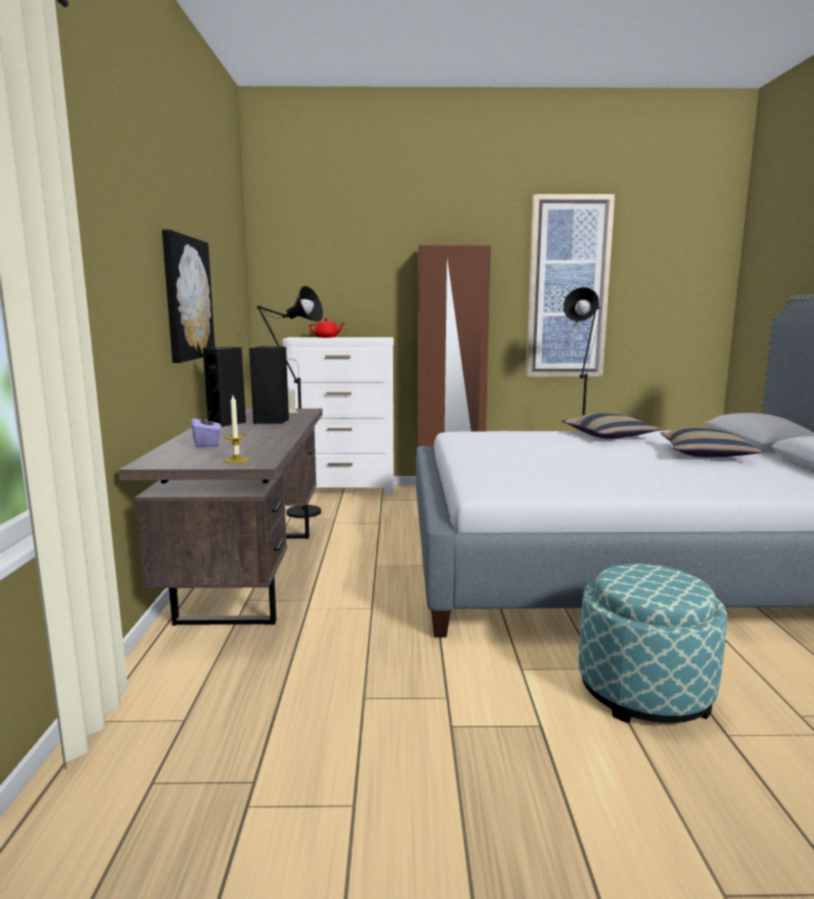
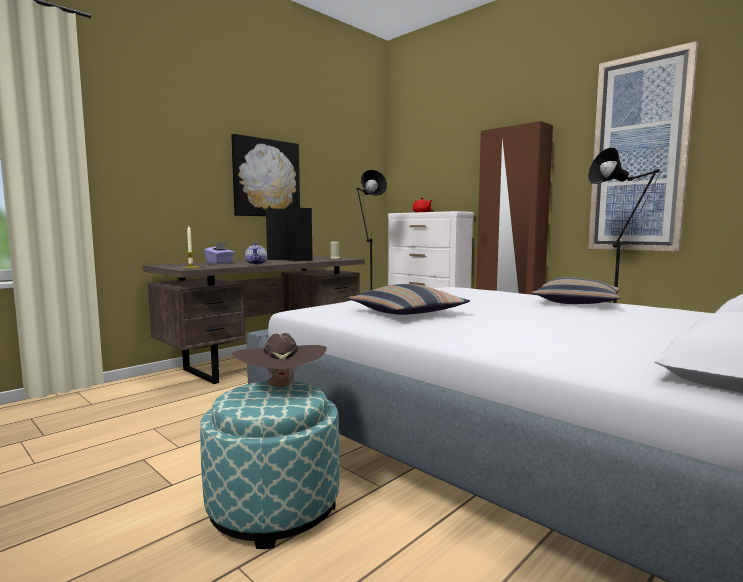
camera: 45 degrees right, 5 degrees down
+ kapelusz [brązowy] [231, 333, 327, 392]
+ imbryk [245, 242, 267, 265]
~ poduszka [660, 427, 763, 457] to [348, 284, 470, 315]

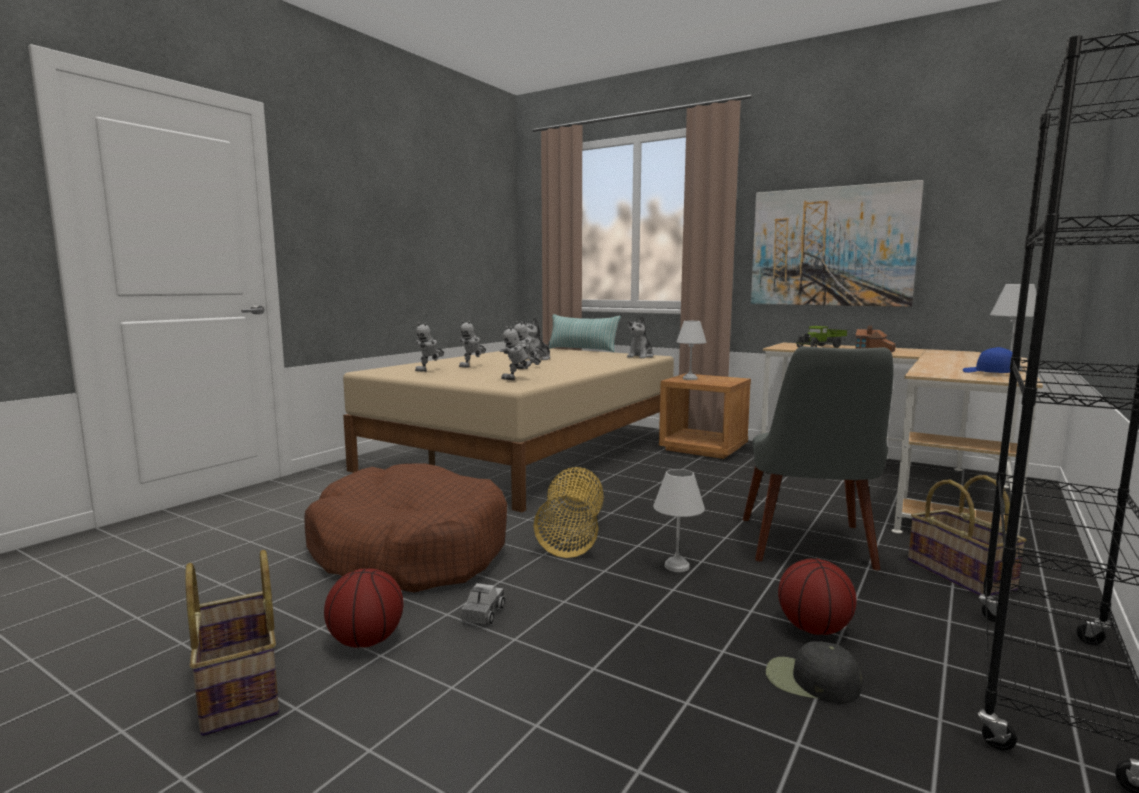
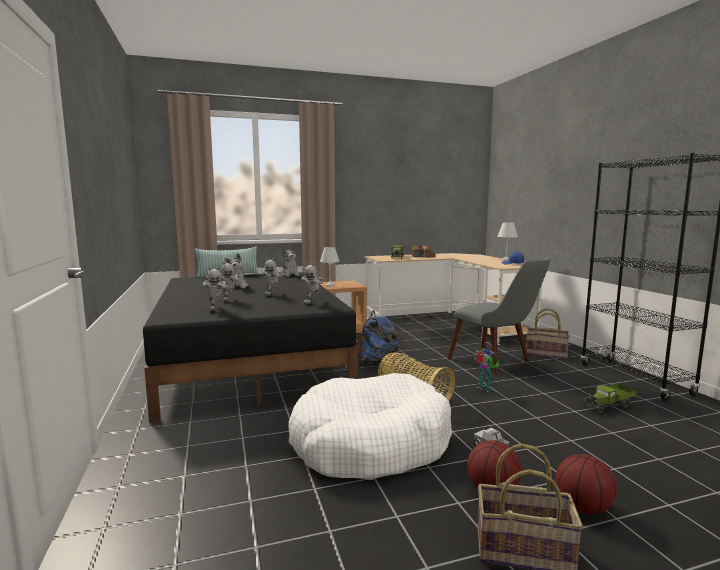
camera: 50 degrees left, 0 degrees up
~ łóżko [beżowy] [343, 349, 674, 512] to łóżko [czarny] [143, 272, 358, 423]
~ legowisko [brązowy] [304, 464, 507, 593] to legowisko [biały] [289, 373, 452, 480]
+ plecak [niebieski] [357, 310, 400, 364]
~ lampa stołowa [biały] [653, 469, 705, 572] to robot zabawkowy [474, 349, 499, 392]
~ piłka do koszykówki [778, 559, 857, 635] to [555, 454, 617, 514]
~ czapka z daszkiem [czarny] [766, 641, 862, 704] to ciężarówka zabawkowa [584, 384, 637, 414]
- obraz [751, 180, 924, 307]

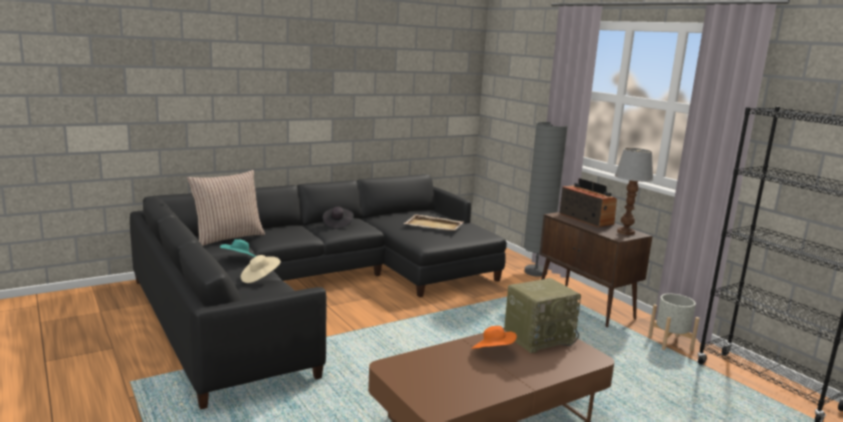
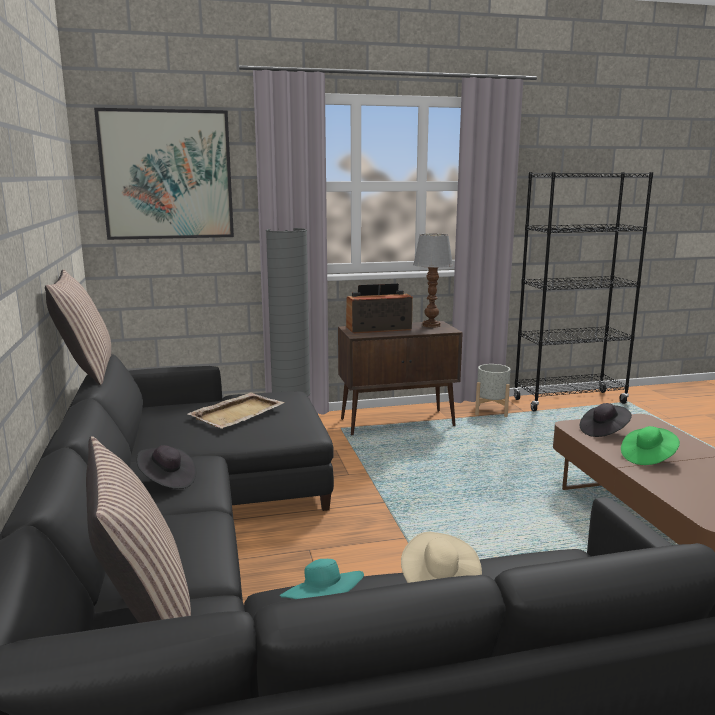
camera: 70 degrees left, 0 degrees up
+ poduszka [45, 269, 111, 385]
+ obraz [94, 108, 234, 240]
~ radio [504, 278, 581, 353] to kapelusz [czarny] [580, 403, 632, 437]
~ kapelusz [pomarańczowy] [471, 326, 517, 349] to kapelusz [zielony] [621, 426, 680, 465]

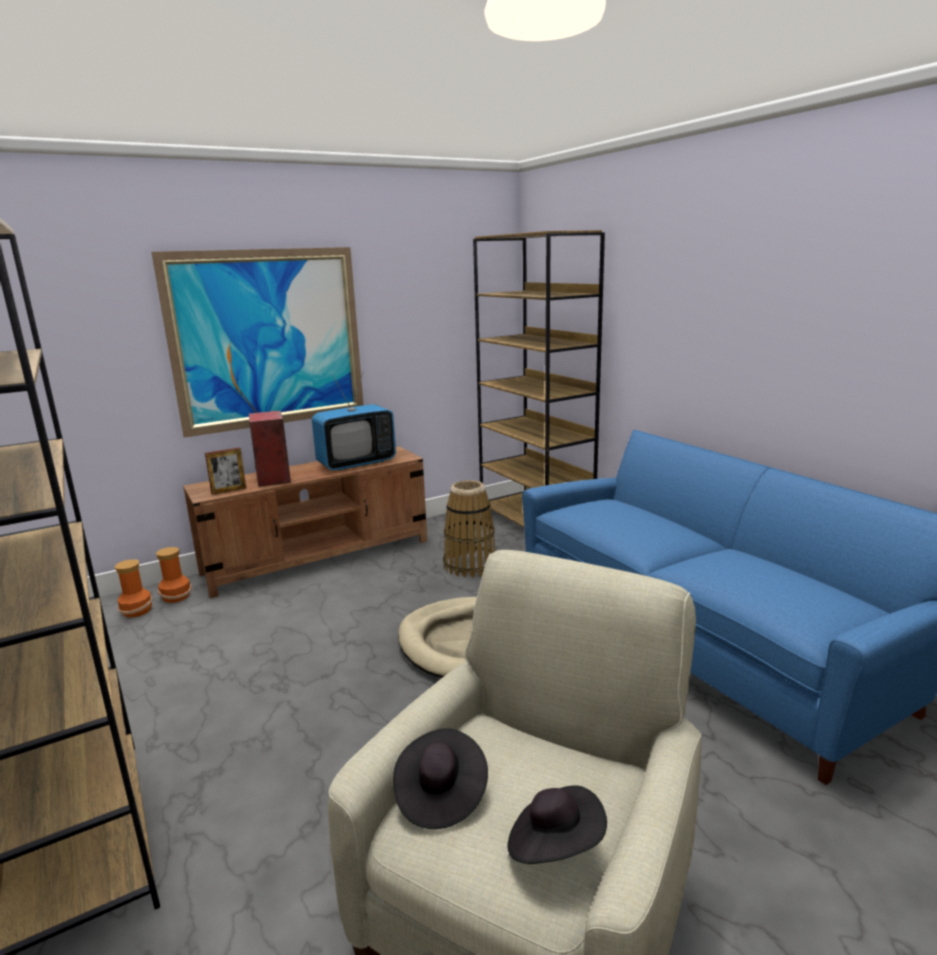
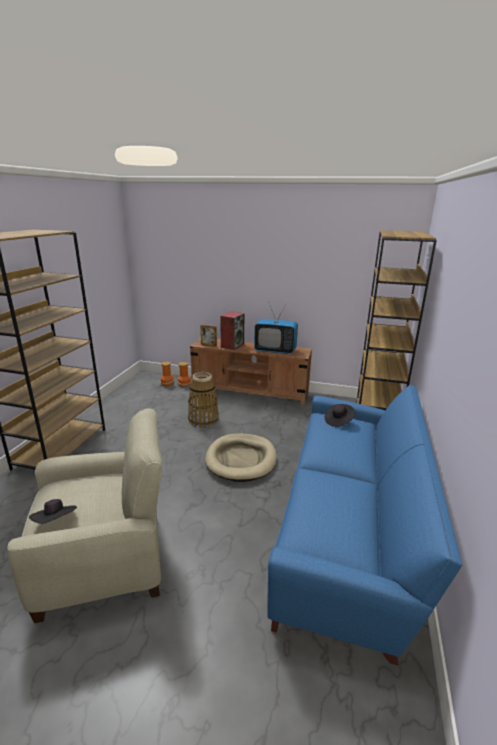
camera: 45 degrees right, 5 degrees up
~ koszyk [443, 480, 496, 577] to [188, 372, 219, 428]
~ kapelusz [czarny] [393, 728, 488, 829] to [325, 404, 355, 427]
- obraz [151, 247, 364, 438]

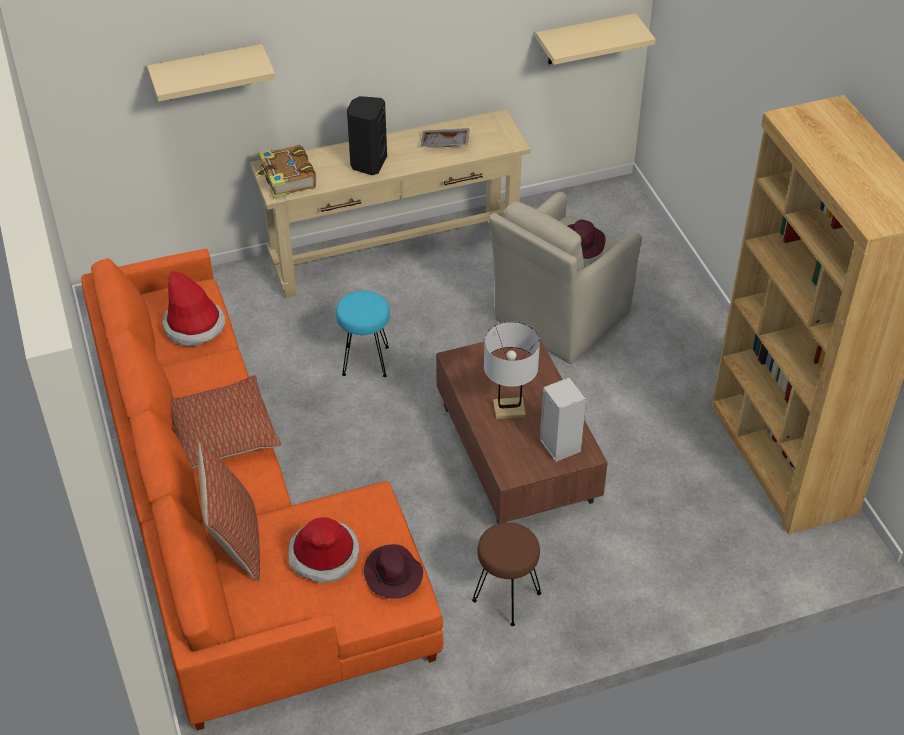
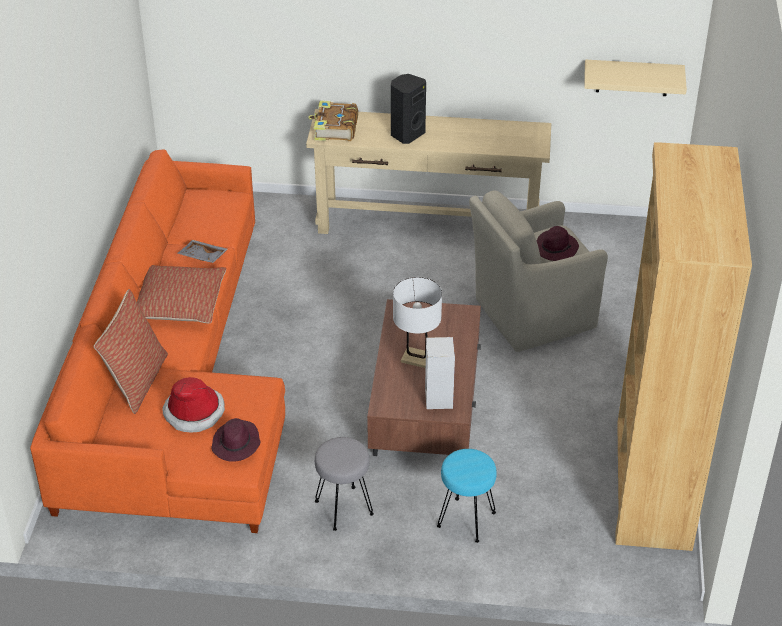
camera: 25 degrees right, 5 degrees down
~ taca [szary] [420, 128, 470, 147] to [178, 240, 228, 263]
~ stołek [brązowy] [472, 522, 541, 626] to stołek [szary] [315, 437, 374, 531]
~ stołek [turkusowy] [336, 291, 390, 377] to [437, 449, 497, 543]
- półka [beżowy] [147, 44, 276, 102]
- kapelusz [162, 271, 225, 346]

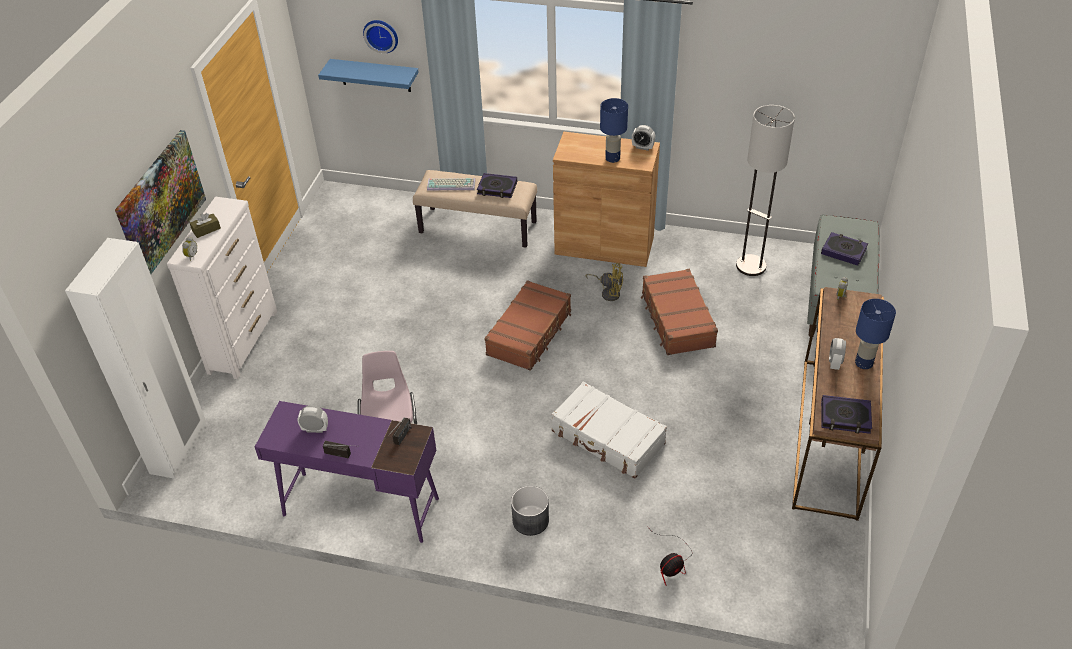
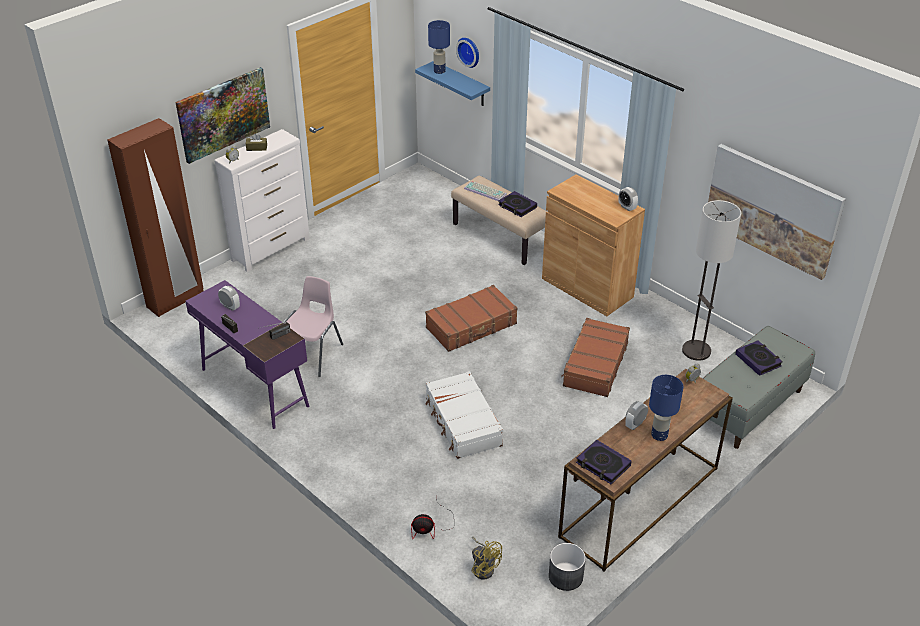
camera: 30 degrees right, 5 degrees down
~ szafa [biały] [65, 238, 206, 479] to szafa [brązowy] [107, 118, 204, 317]
~ lampa stołowa [niebieski] [600, 98, 628, 163] to [428, 20, 450, 74]
~ wentylator [żółty] [586, 263, 623, 301] to [472, 536, 502, 580]
~ donica [szary] [511, 486, 549, 536] to [549, 543, 586, 591]
+ obraz [708, 144, 846, 280]

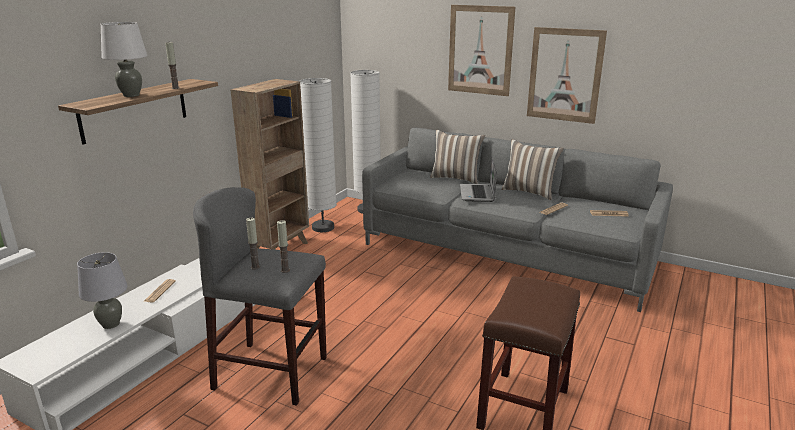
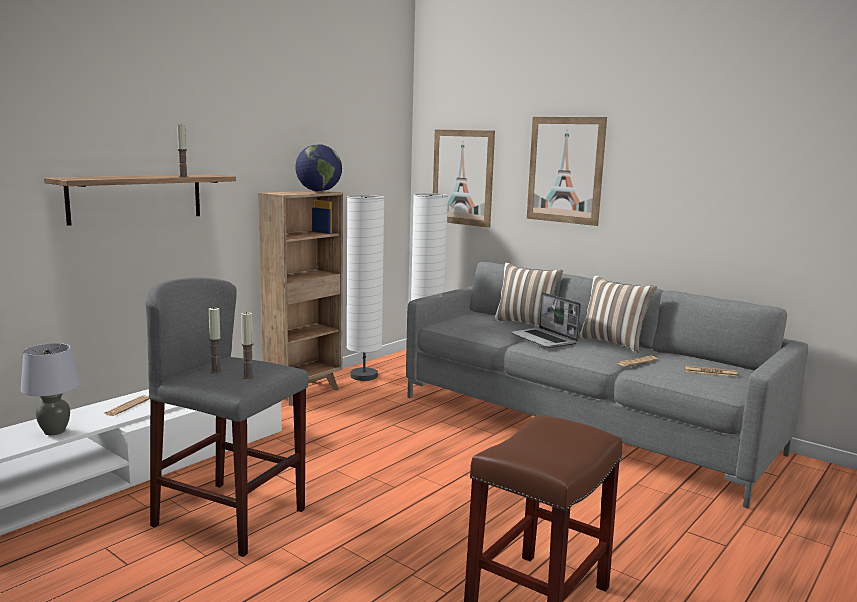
camera: 10 degrees right, 10 degrees down
+ globus [295, 144, 342, 192]
~ obraz [527, 27, 607, 124] to [433, 130, 495, 228]
~ laptop [460, 158, 497, 202] = [510, 292, 581, 348] 45 degrees counterclockwise
- lampa stołowa [biały] [100, 22, 148, 97]

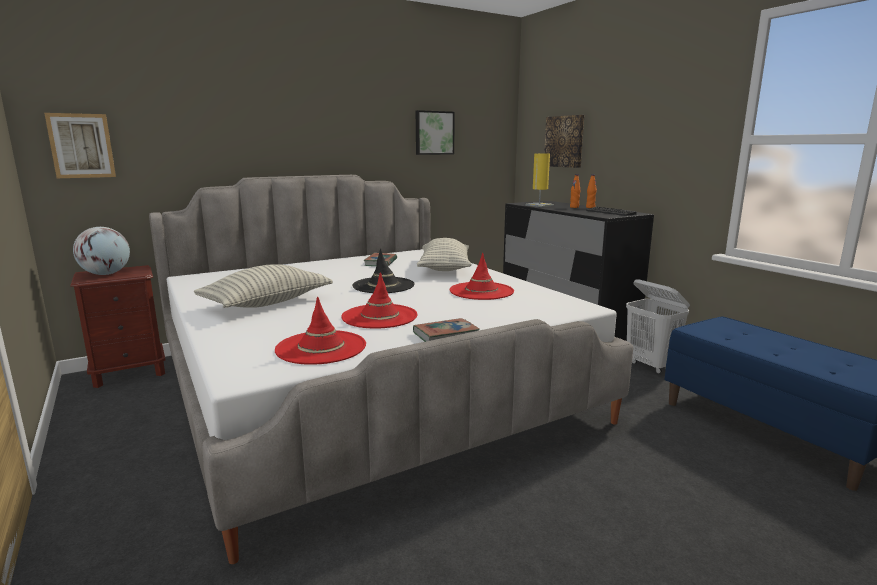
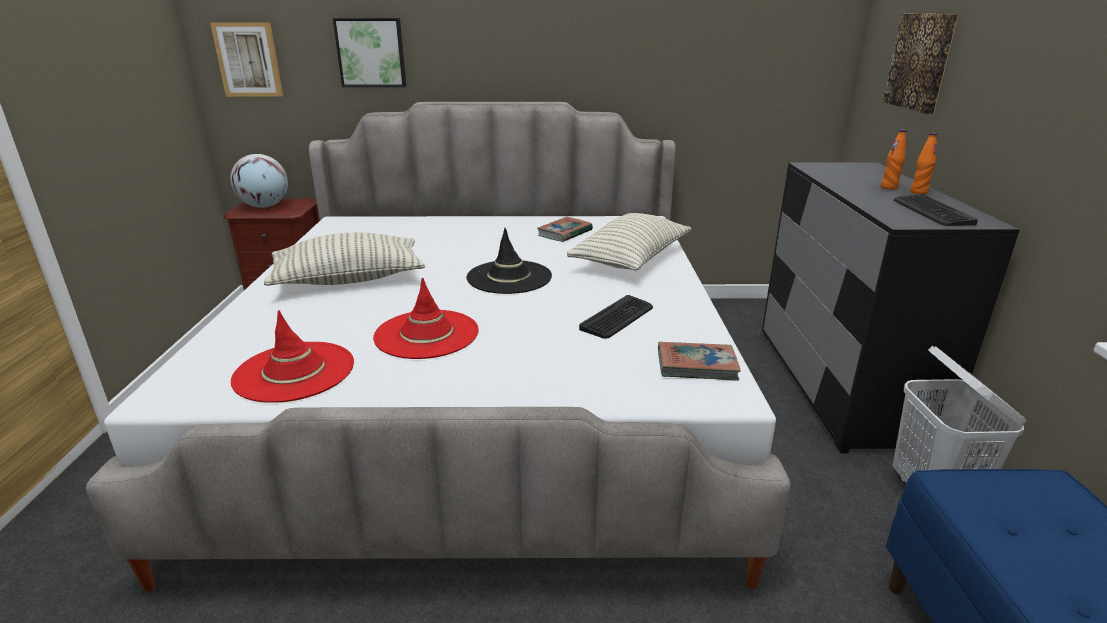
camera: 30 degrees right, 10 degrees up
~ obraz [416, 110, 455, 155] to [333, 18, 406, 87]
~ kapelusz [czerwony] [450, 253, 514, 300] to klawiatura [579, 295, 653, 339]
~ książka [413, 318, 480, 342] to [658, 342, 741, 381]
- lampa stołowa [żółty] [525, 153, 554, 207]

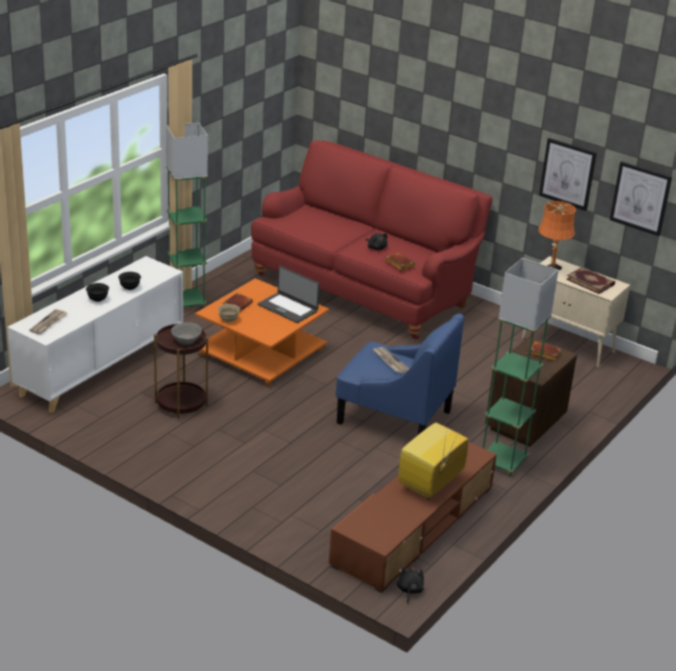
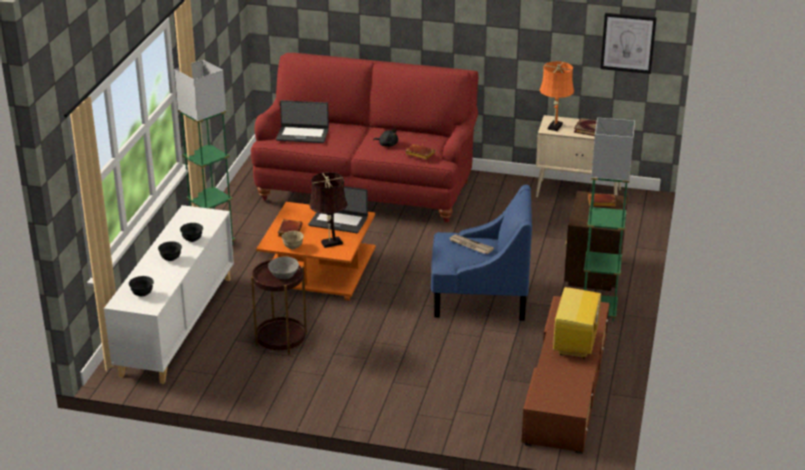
camera: 20 degrees left, 0 degrees up
~ gazeta [29, 309, 67, 334] to miska [czarny] [129, 276, 154, 297]
+ laptop [276, 100, 329, 143]
+ lampa stołowa [brązowy] [309, 172, 348, 248]
- pluszak [czarny] [397, 566, 424, 604]
- obraz [539, 138, 597, 211]

